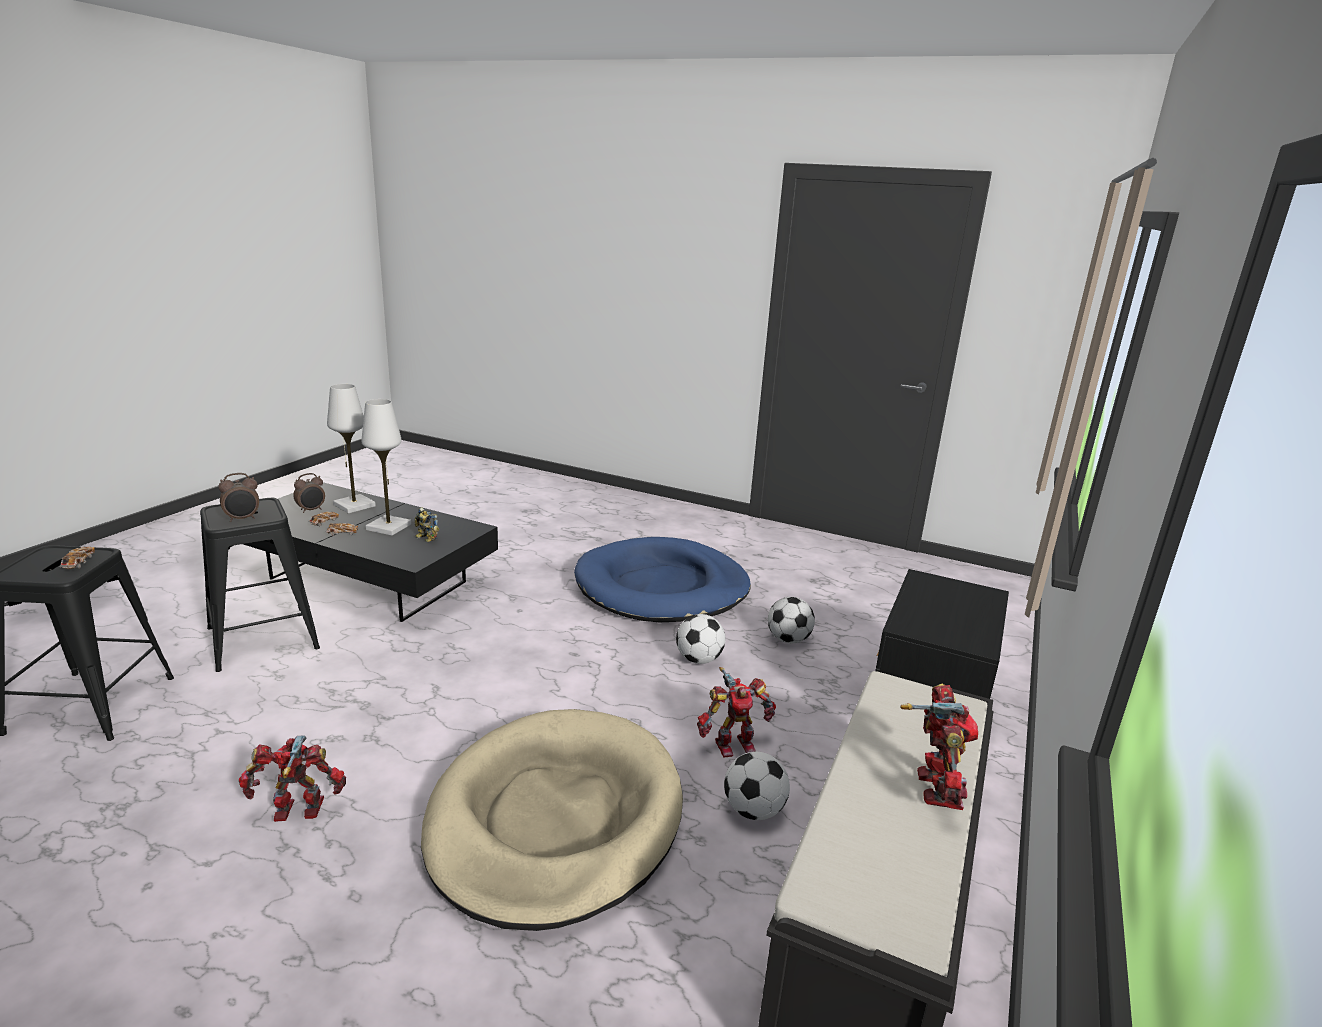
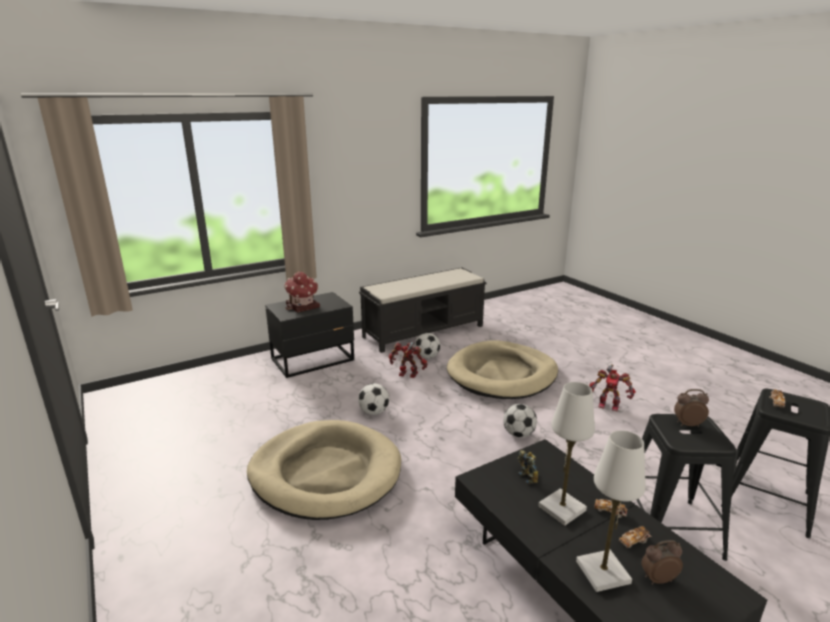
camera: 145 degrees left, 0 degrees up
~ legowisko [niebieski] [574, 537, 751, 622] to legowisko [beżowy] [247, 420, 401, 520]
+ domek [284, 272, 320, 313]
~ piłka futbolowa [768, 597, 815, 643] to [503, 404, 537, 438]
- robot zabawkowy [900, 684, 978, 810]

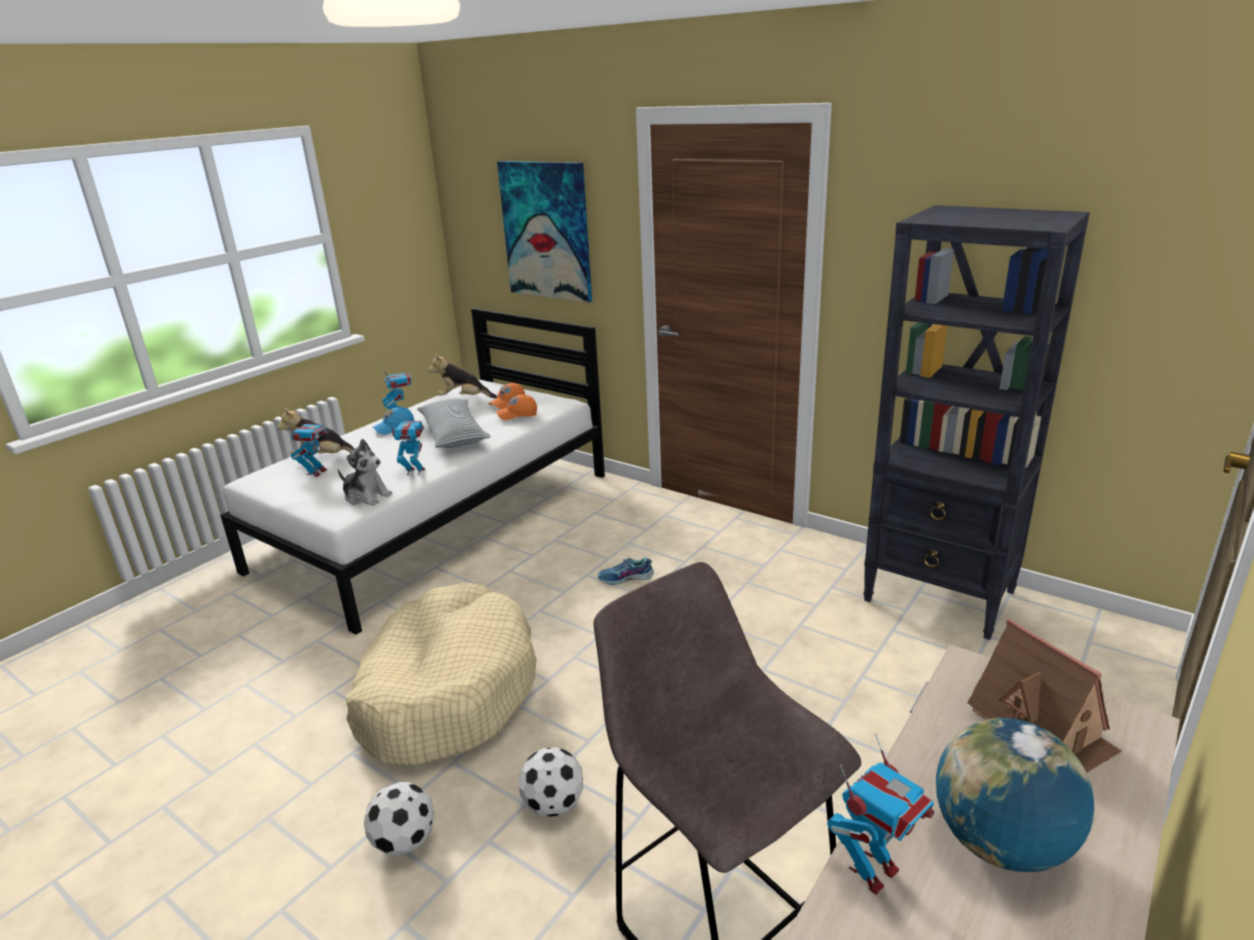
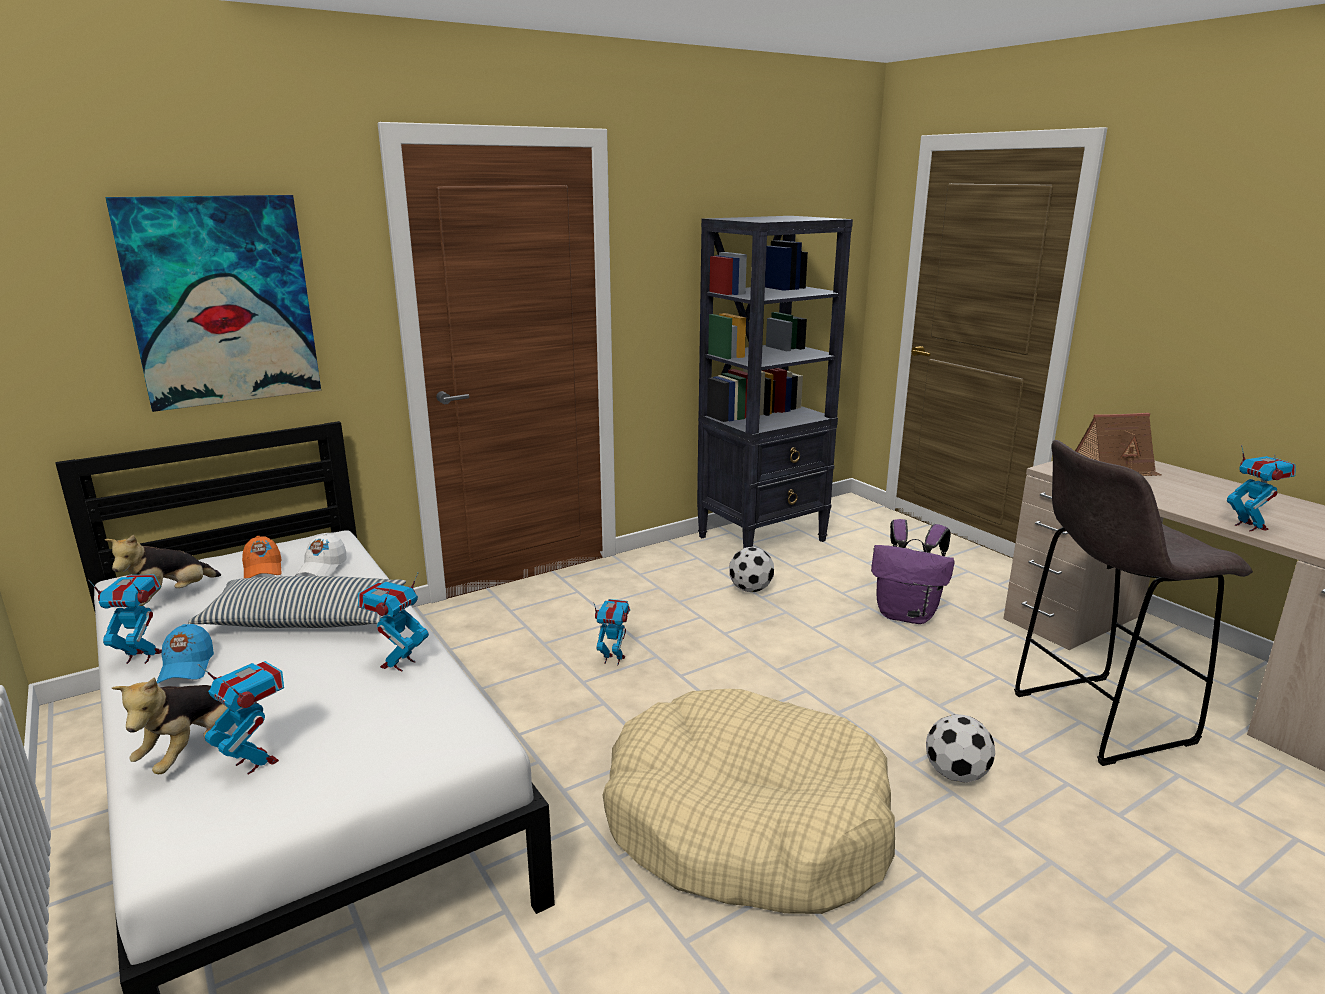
camera: 70 degrees left, 5 degrees down
~ czapka z daszkiem [pomarańczowy] [496, 394, 537, 420] to czapka z daszkiem [biały] [295, 533, 347, 576]
~ but [597, 557, 654, 585] to robot zabawkowy [593, 599, 630, 666]
~ piłka futbolowa [364, 782, 434, 856] to [729, 547, 774, 592]
+ plecak [fioletowy] [871, 519, 955, 624]
- pluszak [338, 439, 393, 506]
- globus [936, 718, 1094, 872]

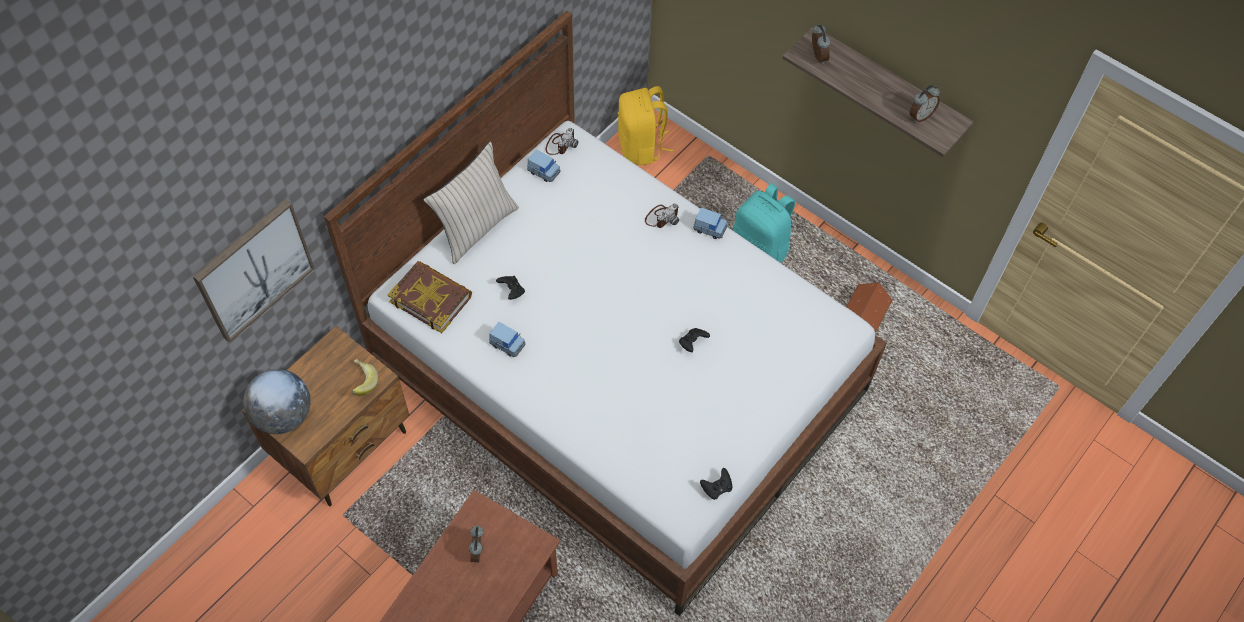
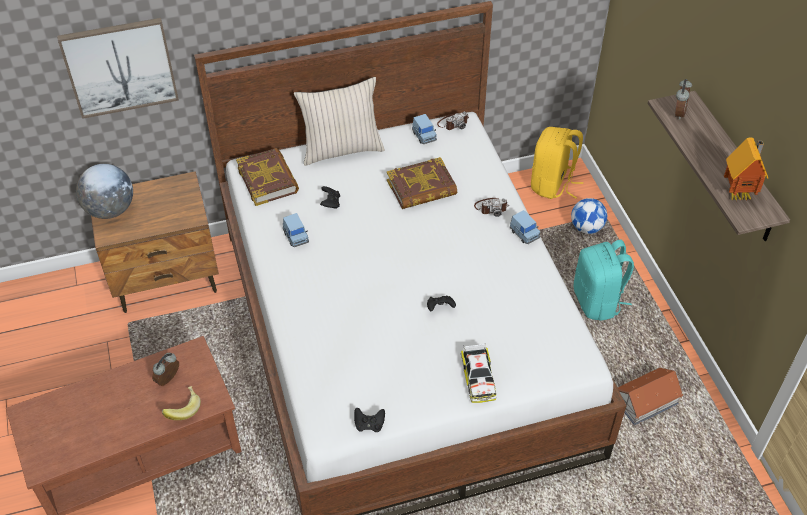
camera: 35 degrees right, 10 degrees down
~ banan [352, 359, 378, 396] to [162, 386, 201, 420]
+ książka [387, 157, 457, 209]
+ samochodzik [461, 344, 496, 403]
+ piłka futbolowa [571, 198, 607, 234]
~ budzik [910, 85, 940, 122] to domek [724, 137, 768, 201]

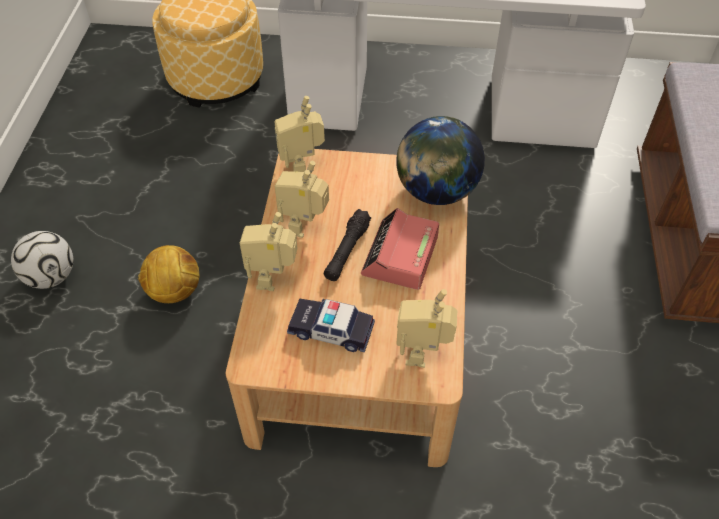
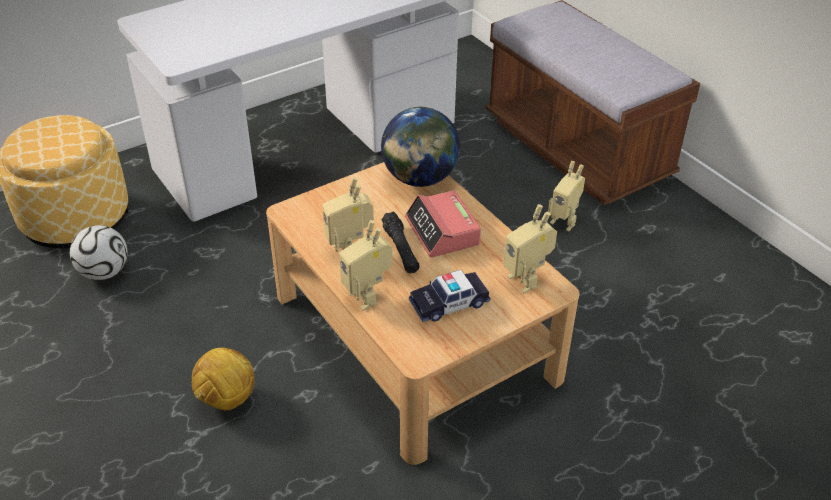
camera: 40 degrees left, 10 degrees down
~ piłka futbolowa [11, 231, 73, 289] to [70, 225, 128, 280]
~ robot zabawkowy [274, 96, 325, 172] to [548, 161, 585, 232]

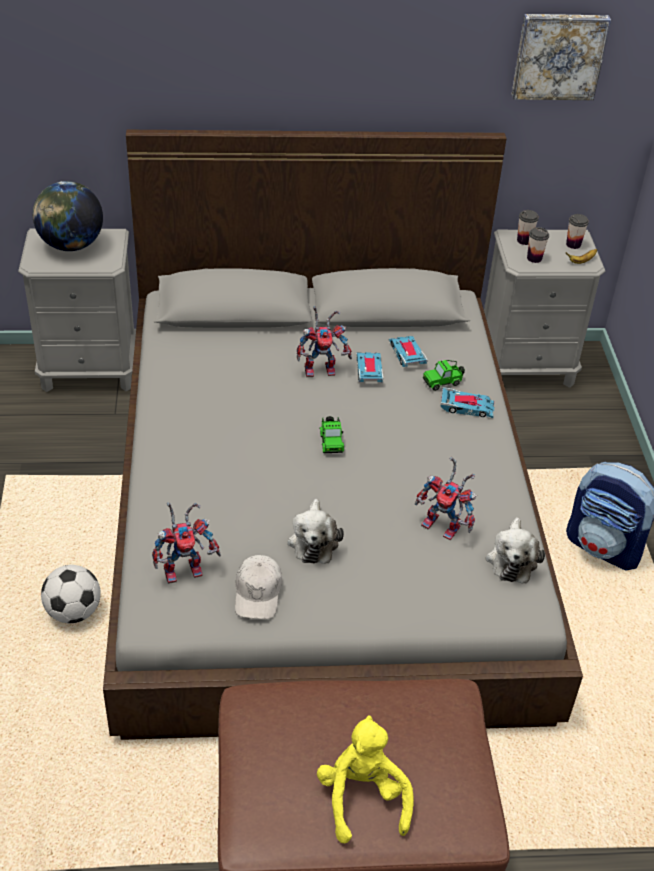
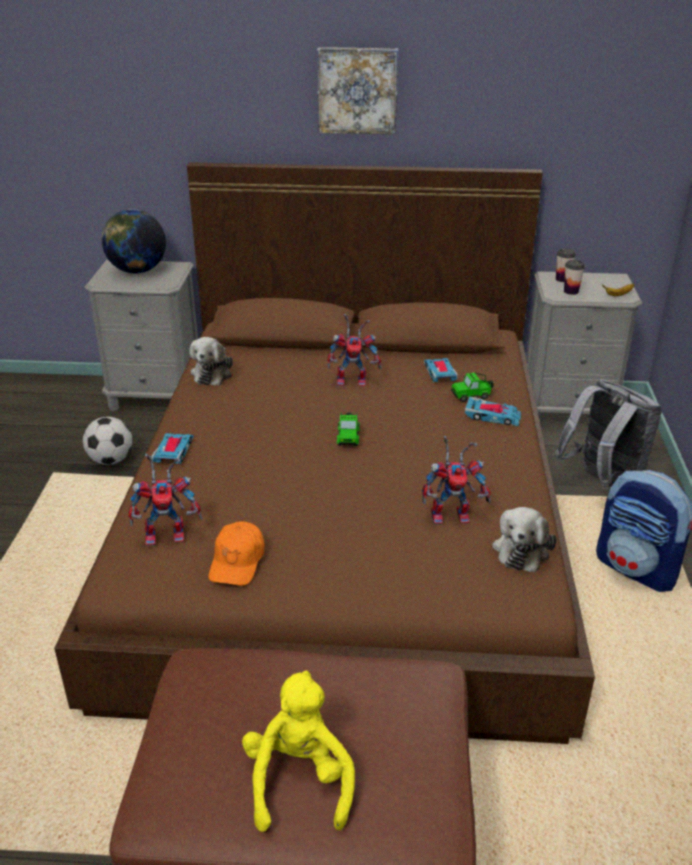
camera: 10 degrees right, 10 degrees down
~ łóżko [szary] [103, 130, 583, 740] to łóżko [brązowy] [54, 162, 595, 744]
~ piłka futbolowa [41, 565, 101, 623] to [83, 417, 133, 465]
~ samochodzik [356, 352, 383, 383] to [152, 433, 194, 464]
~ pluszak [287, 499, 344, 564] to [190, 337, 233, 386]
~ czapka z daszkiem [biały] [235, 555, 282, 619] to czapka z daszkiem [pomarańczowy] [209, 521, 265, 586]
~ obraz [511, 14, 611, 100] to [317, 47, 398, 134]
~ robot zabawkowy [415, 457, 477, 540] = [422, 436, 491, 525] 45 degrees counterclockwise
+ plecak [szary] [554, 379, 662, 490]
- filiżanka [566, 214, 589, 249]

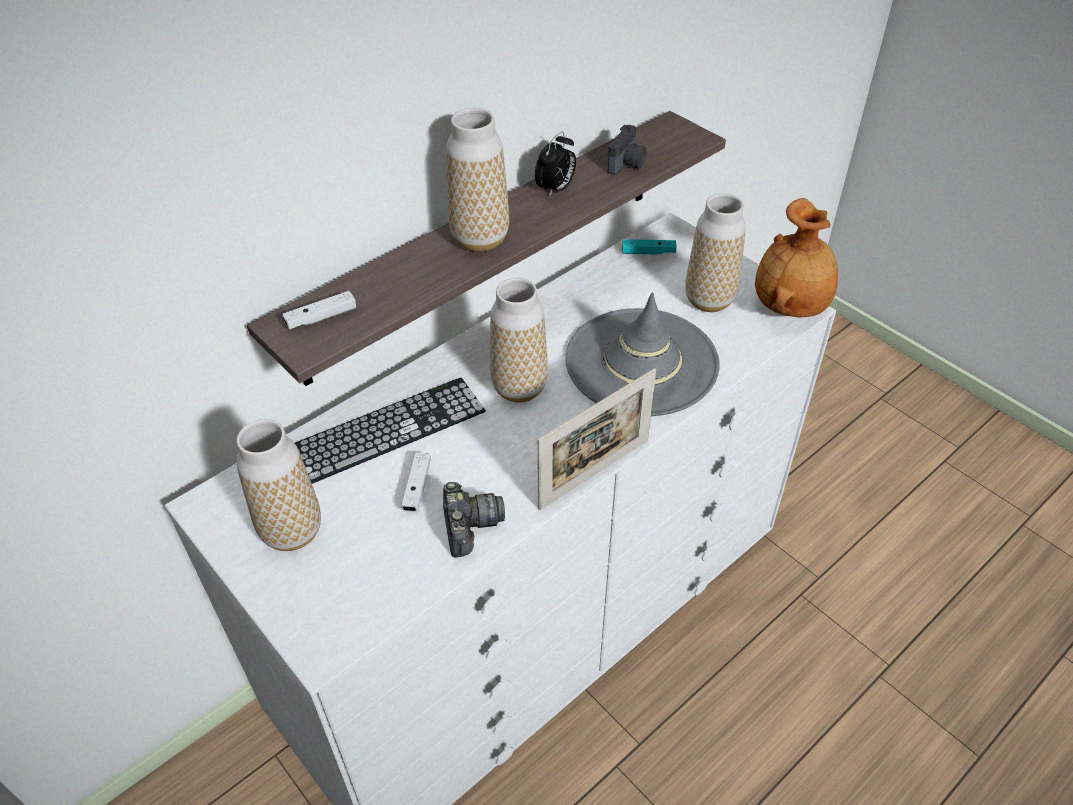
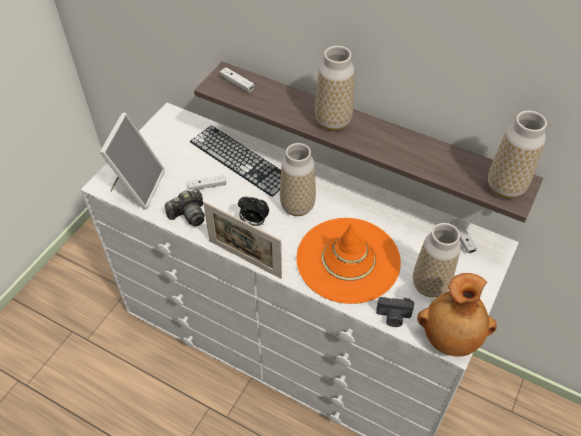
camera: 70 degrees right, 5 degrees up
+ ramka na zdjęcie [100, 112, 165, 210]
~ budzik [535, 131, 576, 198] to [238, 196, 269, 226]
~ kapelusz [szary] [565, 292, 720, 416] to kapelusz [pomarańczowy] [297, 218, 401, 304]
~ aparat fotograficzny [607, 125, 647, 175] to [376, 297, 414, 327]
~ pad do gier [turkusowy] [622, 239, 677, 254] to pad do gier [biały] [450, 218, 477, 253]
~ wazon [236, 419, 321, 551] to [488, 110, 547, 199]

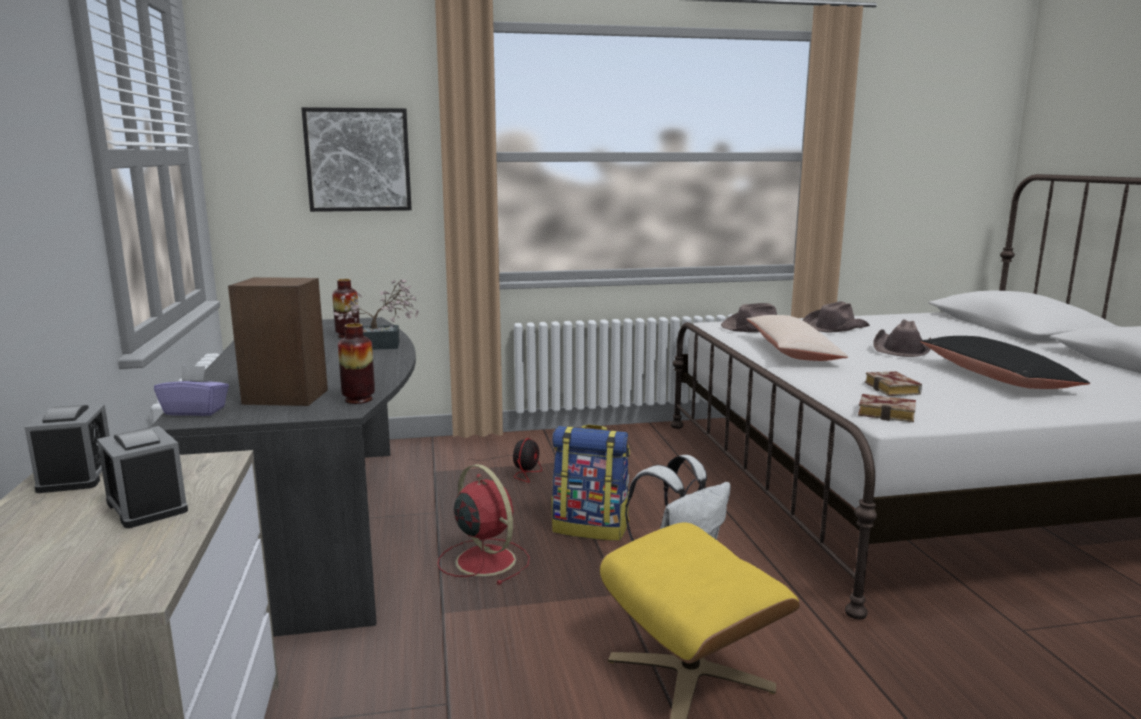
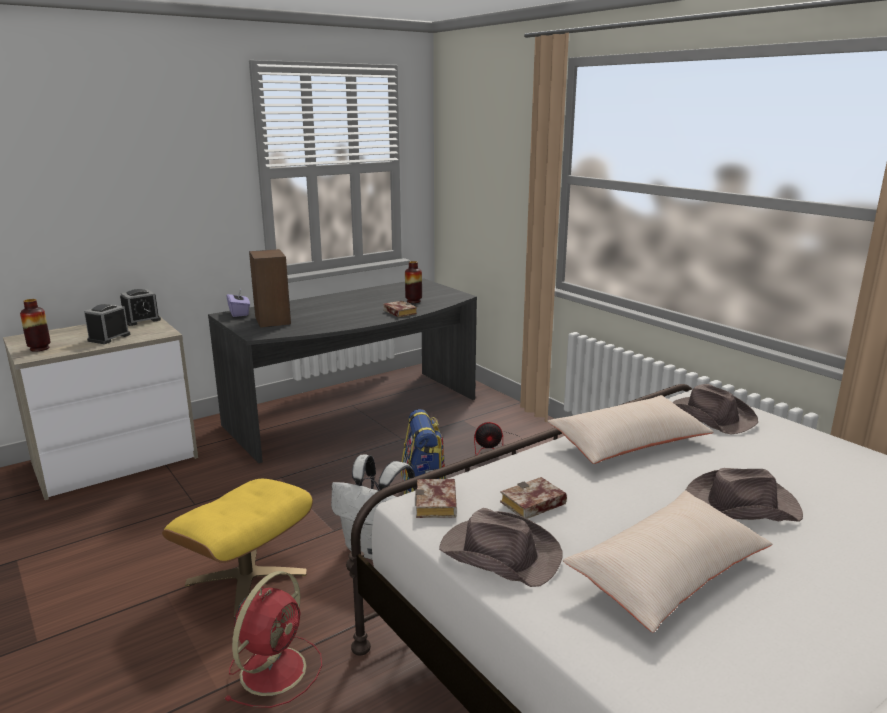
camera: 65 degrees right, 5 degrees up
~ wazon [338, 323, 375, 404] to [20, 299, 51, 352]
~ wentylator [czerwony] [438, 464, 530, 585] to [224, 571, 322, 708]
~ roślina doniczkowa [334, 279, 419, 350] to książka [383, 301, 417, 317]
~ kapelusz [brązowy] [803, 301, 870, 332] to [439, 508, 563, 587]
~ poduszka [czarny] [920, 336, 1090, 389] to poduszka [beżowy] [563, 490, 772, 632]
- obraz [301, 107, 412, 212]

